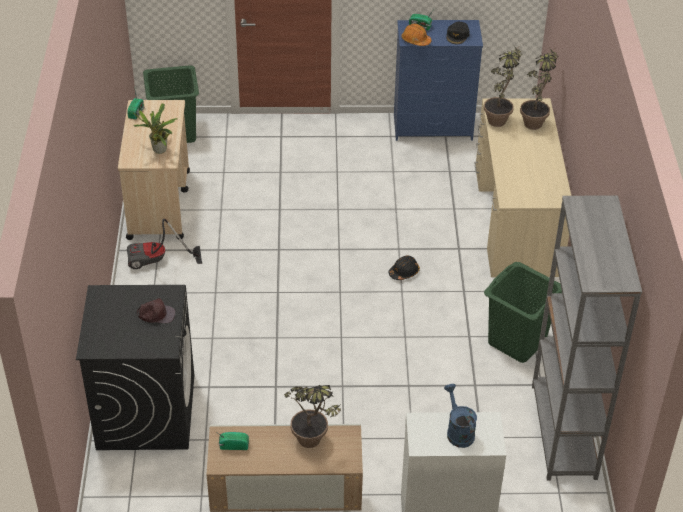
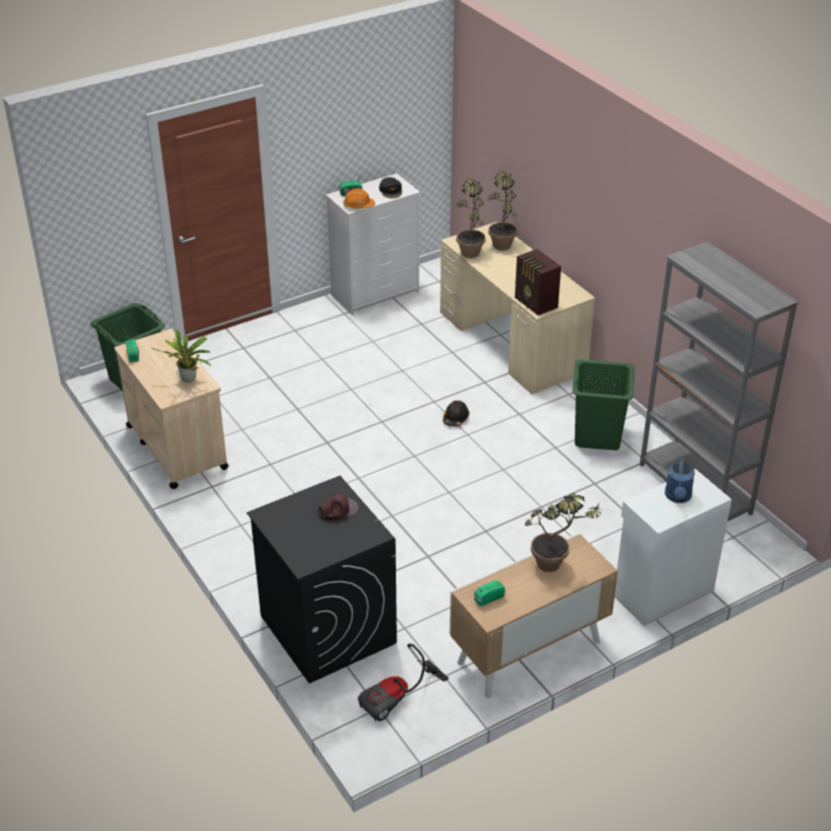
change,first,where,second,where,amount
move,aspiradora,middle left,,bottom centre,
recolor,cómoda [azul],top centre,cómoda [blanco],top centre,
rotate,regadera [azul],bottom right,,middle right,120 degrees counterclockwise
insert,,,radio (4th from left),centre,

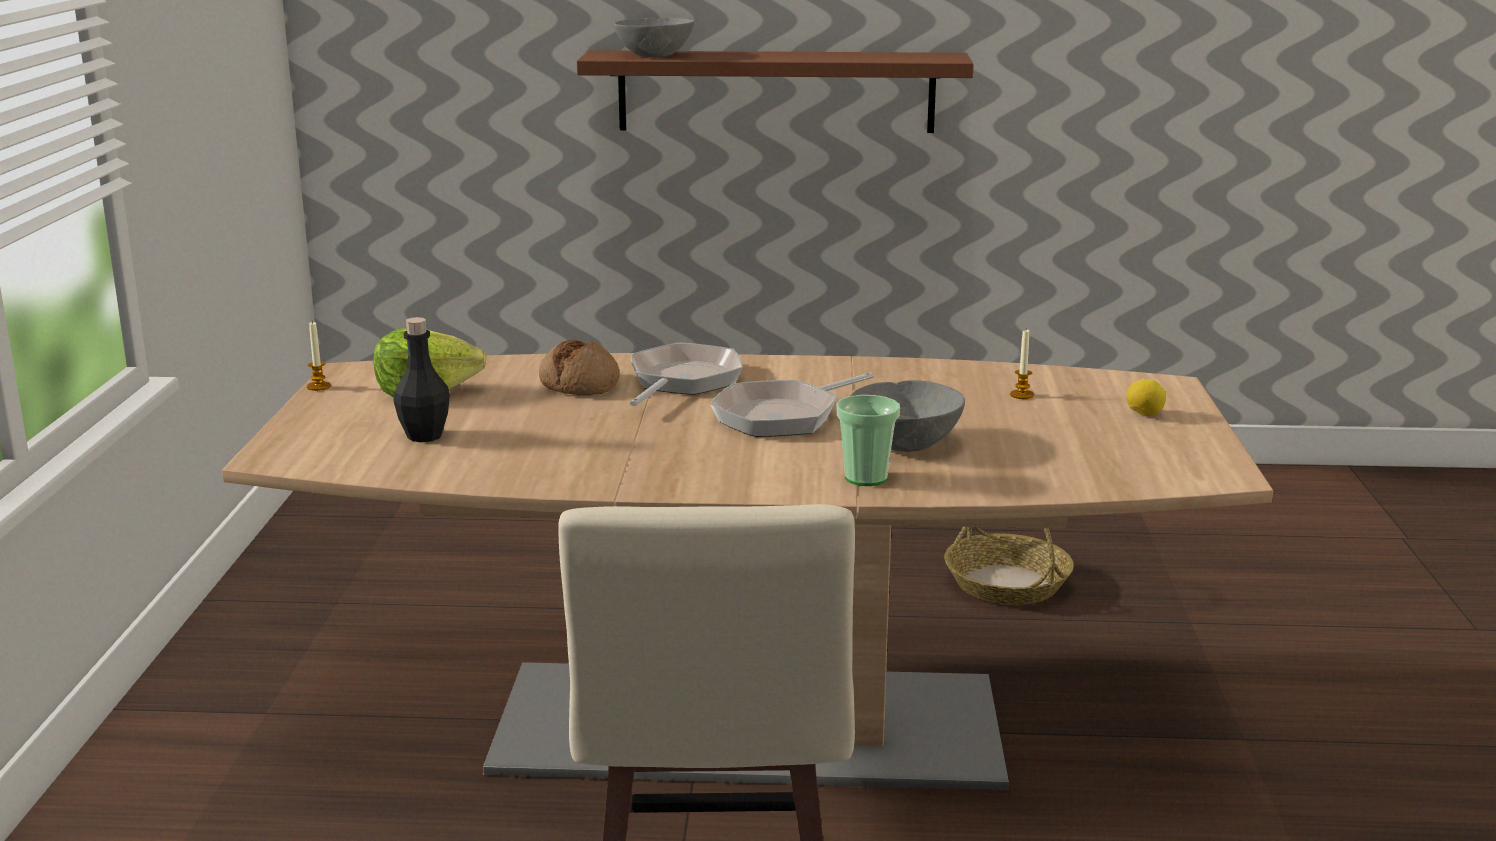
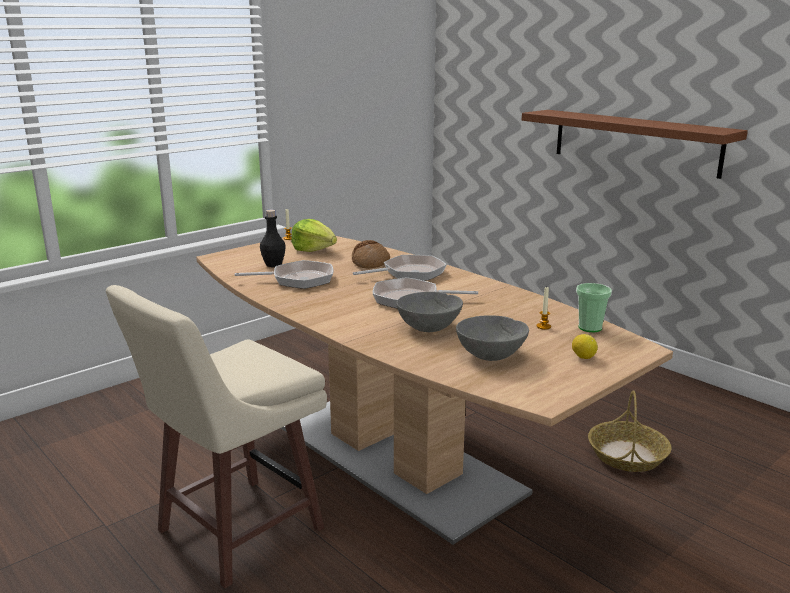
change,first,where,second,where,amount
move,cuenco [gris] (1st from left in the first image),top centre,cuenco [gris] (2nd from left),centre,
move,taza,centre,,middle right,
insert,,,sartén (1st from left),centre,

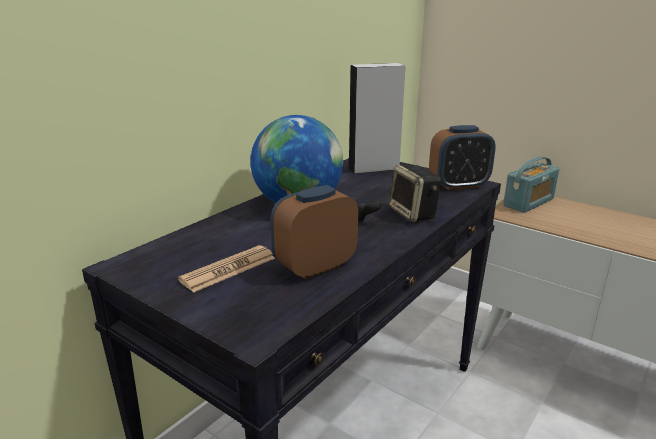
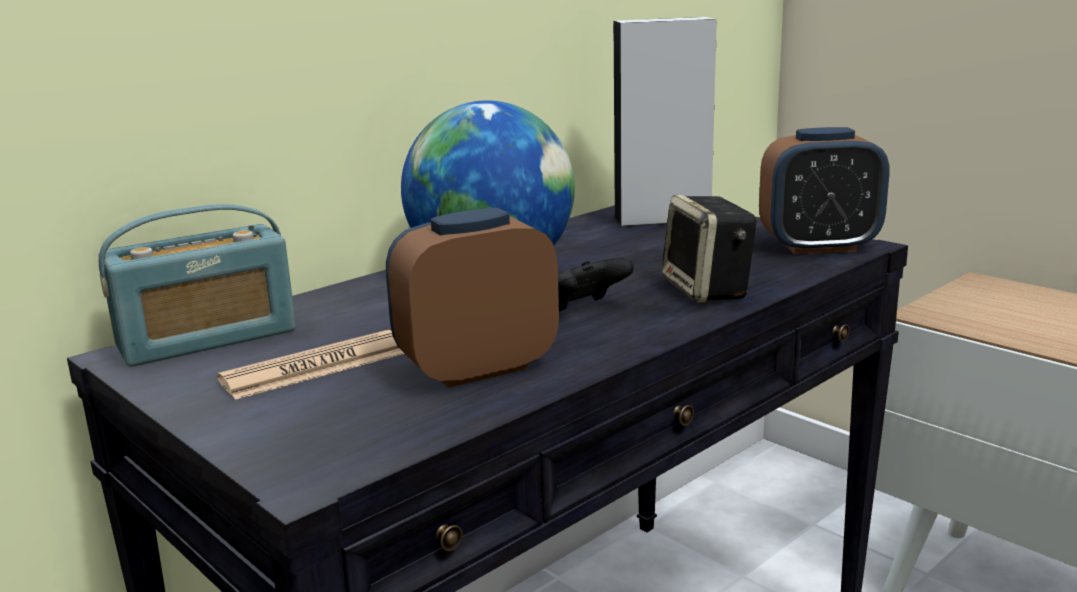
change,first,where,second,where,amount
move,radio,middle right,,middle left,

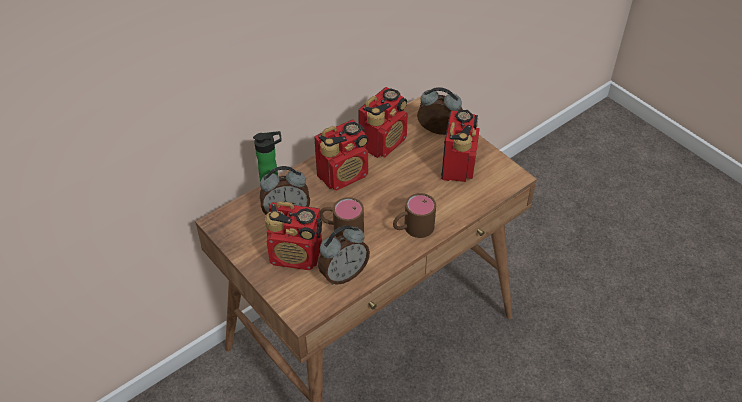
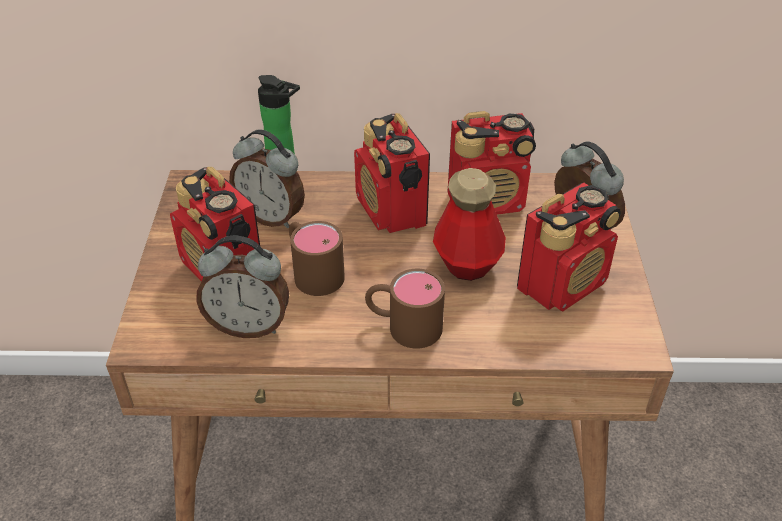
change,first,where,second,where,amount
rotate,radio (2nd from left),centre,,top centre,60 degrees clockwise
insert,,,botella (2nd from left),centre,

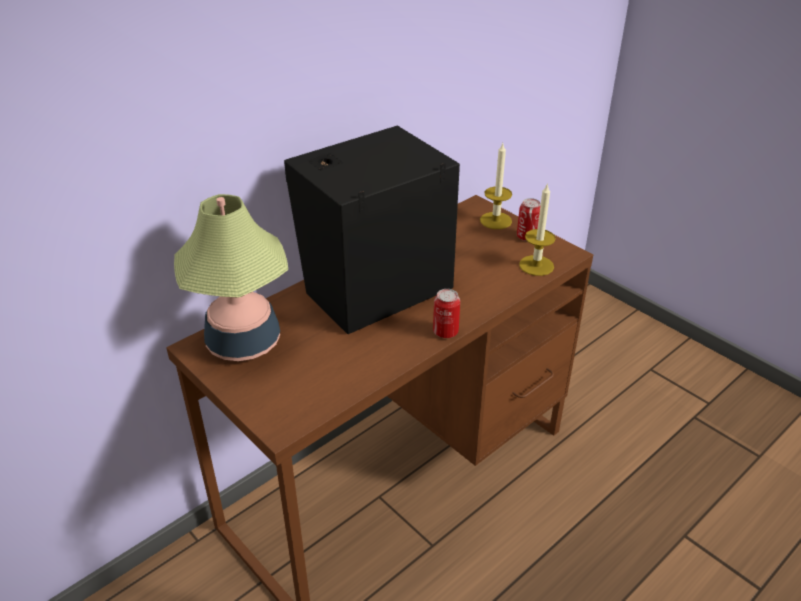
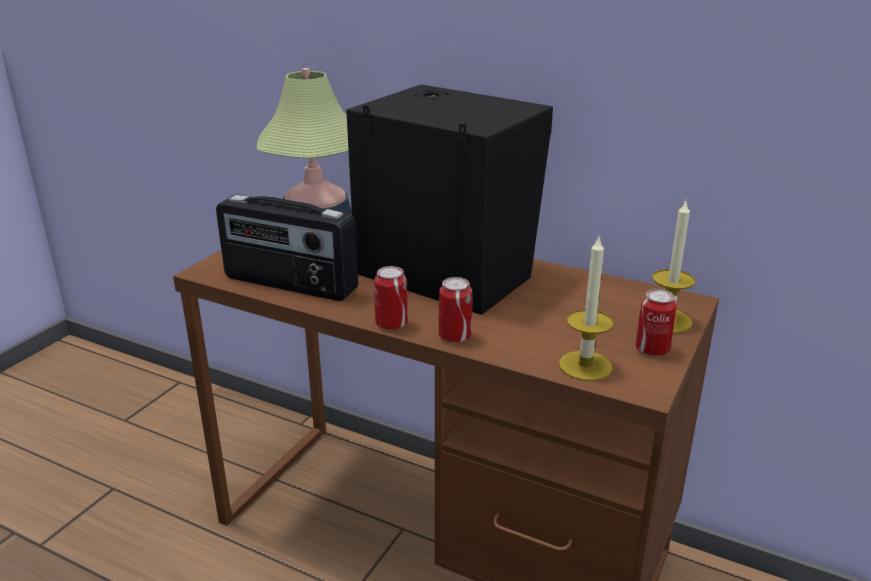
change,first,where,second,where,amount
insert,,,radio,middle left,
insert,,,lata (2nd from left),centre,

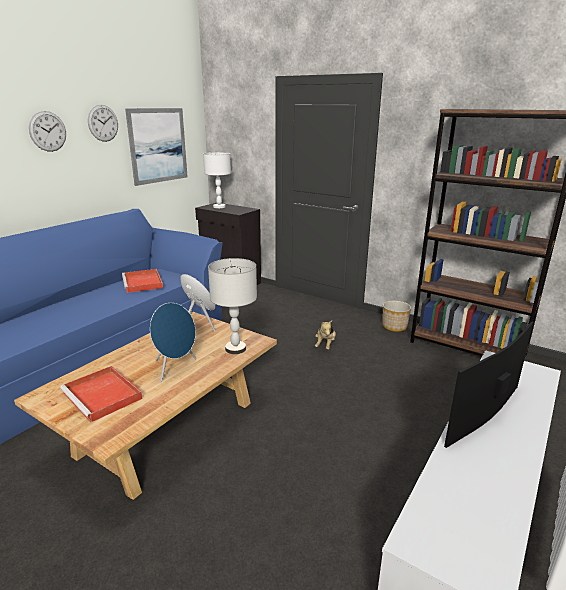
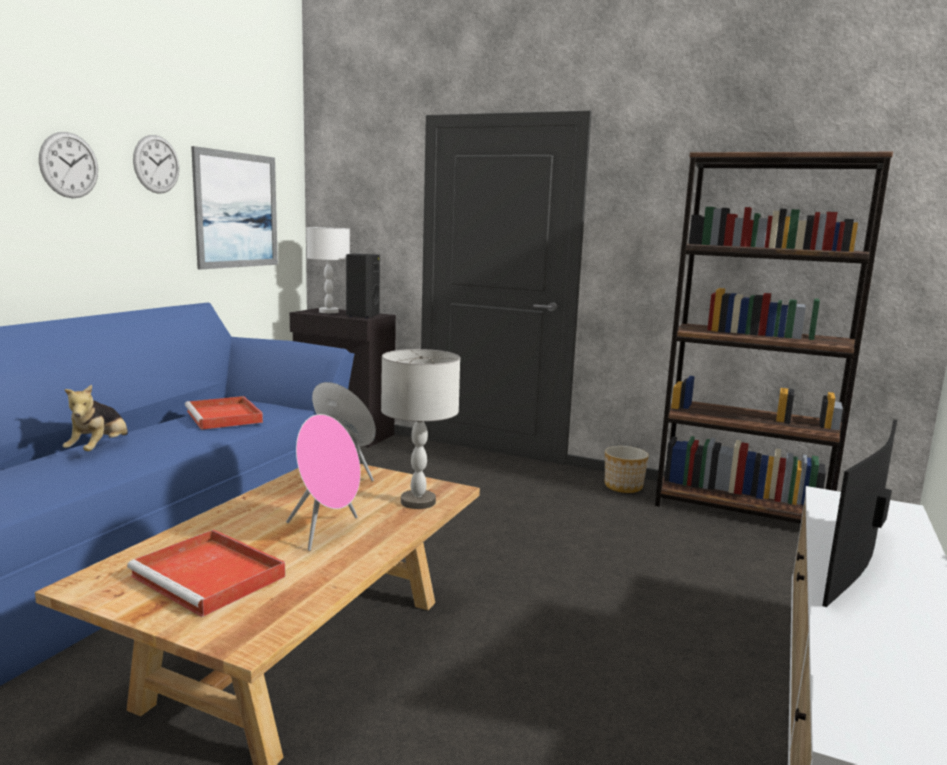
change,first,where,second,where,amount
recolor,altavoz [azul] (1st from left),middle left,altavoz [rosa],centre,
move,peluche,centre,,middle left,
insert,,,altavoz [negro],centre,

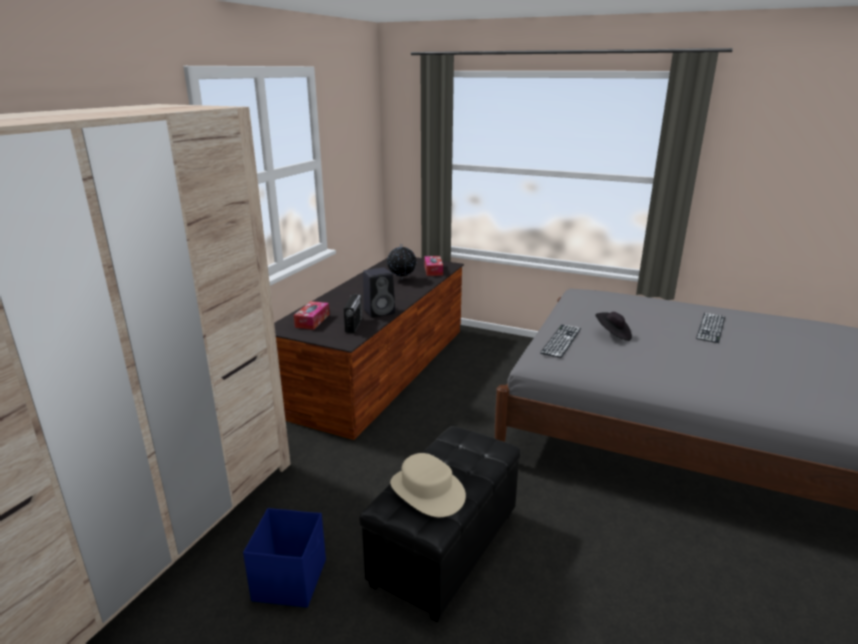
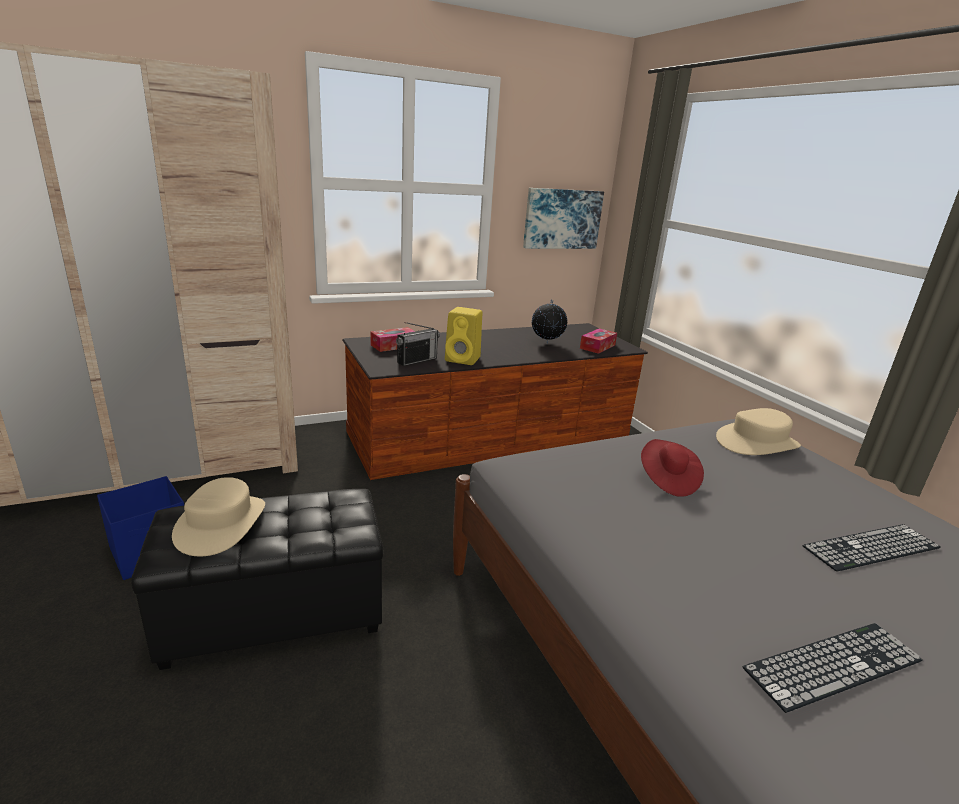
change,first,where,second,where,amount
recolor,altavoz [negro],centre,altavoz [amarillo],centre,
move,teclado (1st from left),centre,,bottom right,
recolor,sombrero [negro],middle right,sombrero [rojo],middle right,
insert,,,cuadro,top centre,
insert,,,sombrero [beis] (2nd from left),middle right,

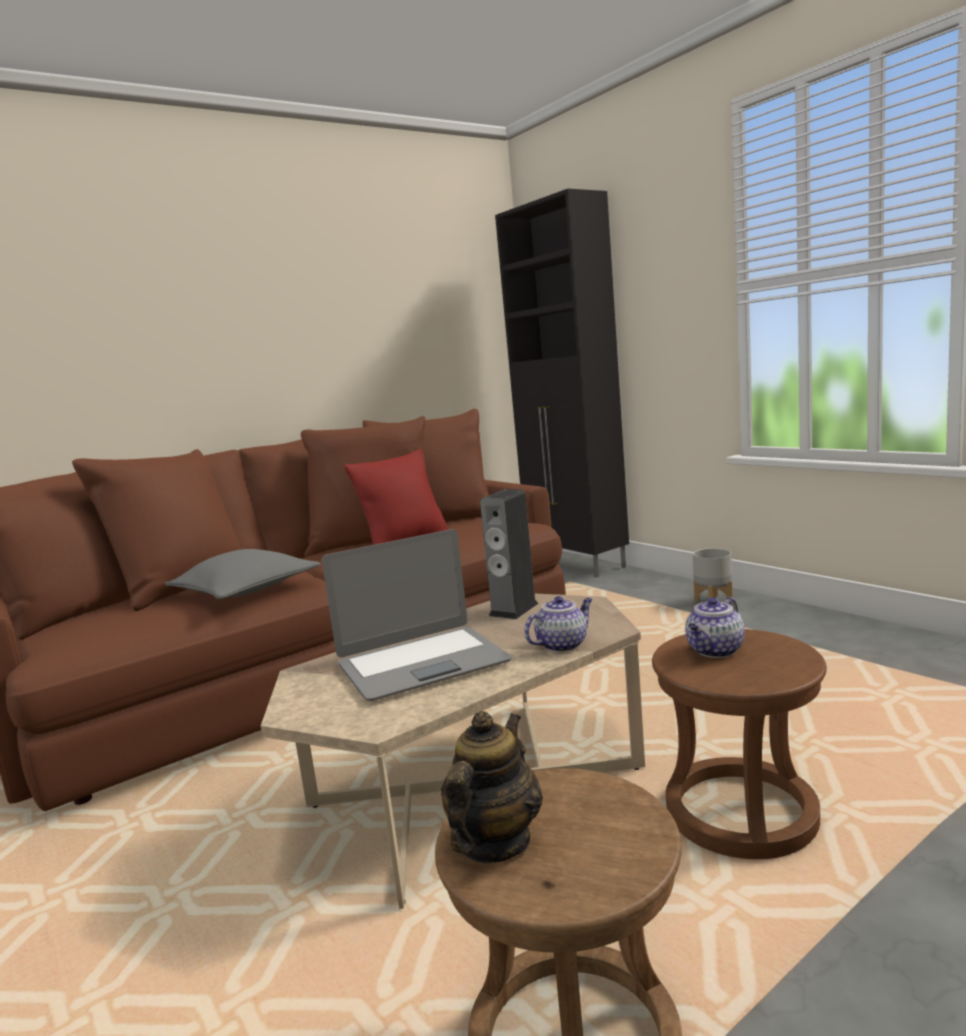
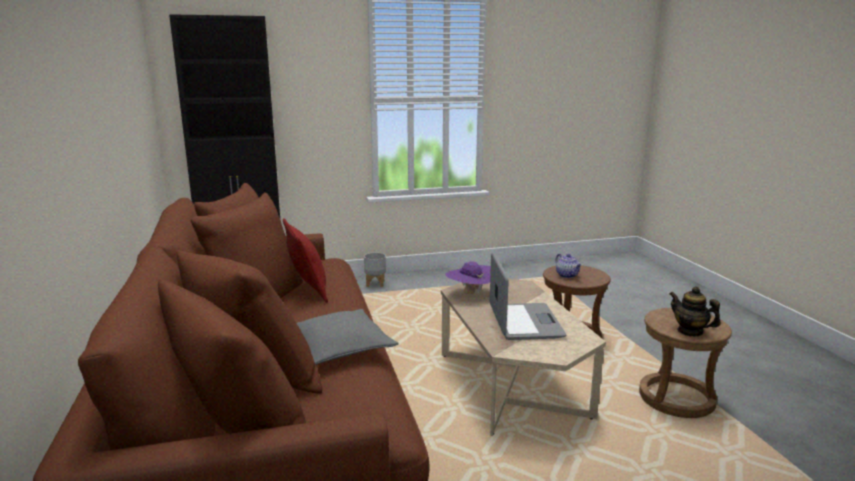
change,first,where,second,where,amount
replace,altavoz,centre,sombrero [morado],centre,
delete,tetera (2nd from left),centre,,,

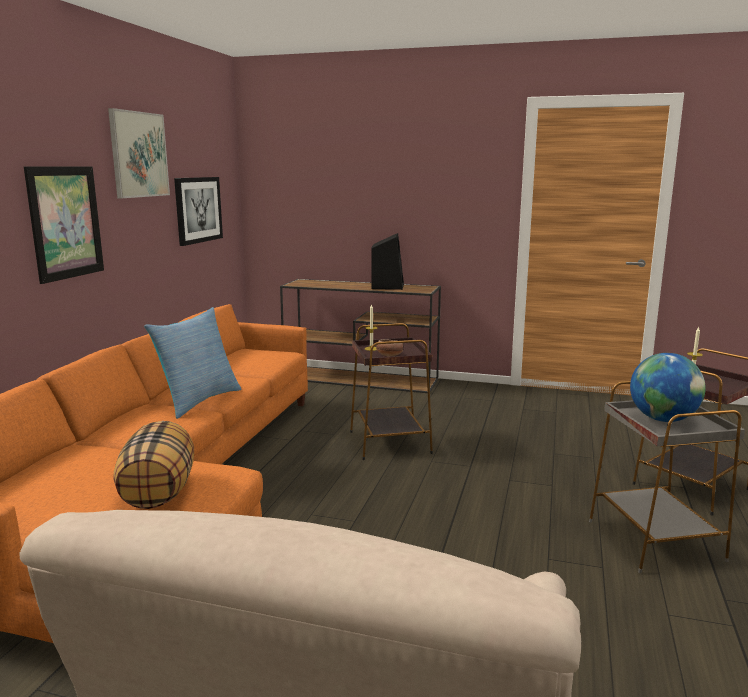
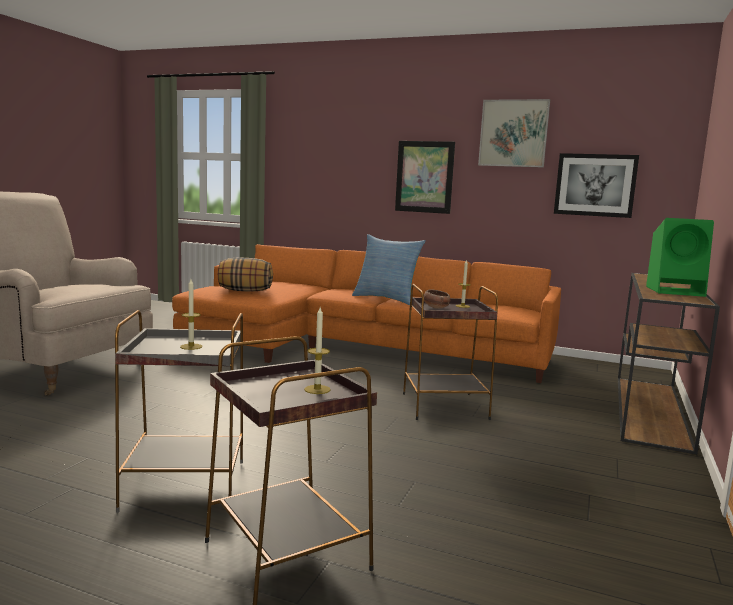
change,first,where,second,where,amount
recolor,altavoz [negro],centre,altavoz [verde],middle right,
replace,globo terráqueo,middle right,vela (1st from left),middle left,

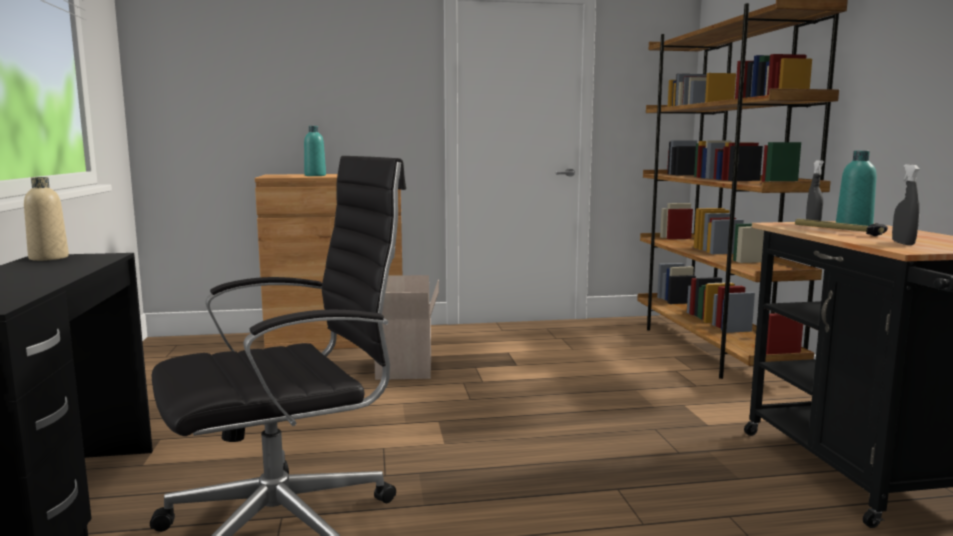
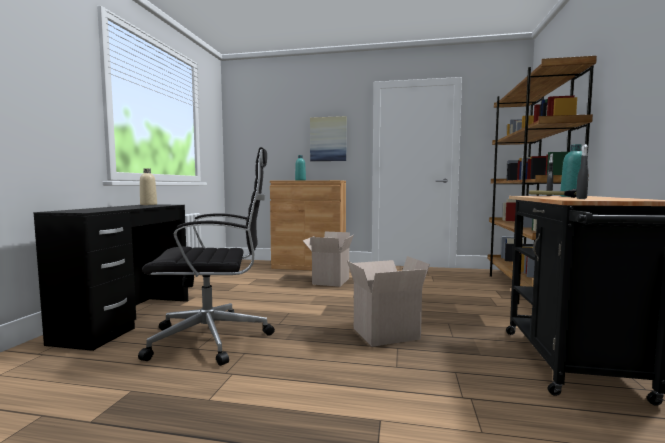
change,first,where,second,where,amount
insert,,,cuadro,top centre,
insert,,,caja de cartón (2nd from left),bottom centre,

